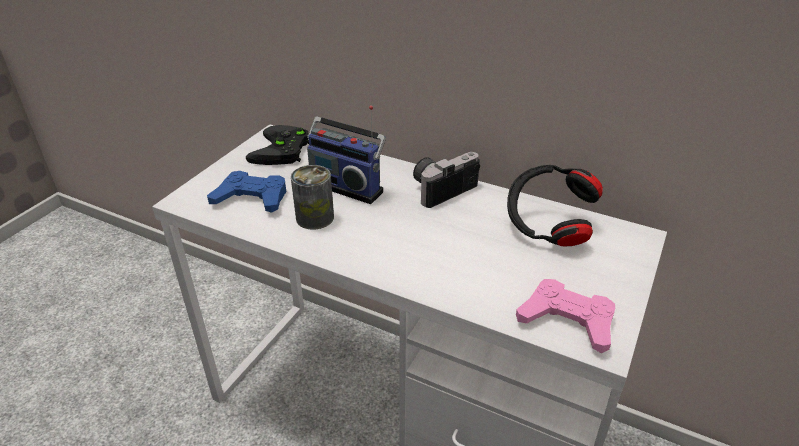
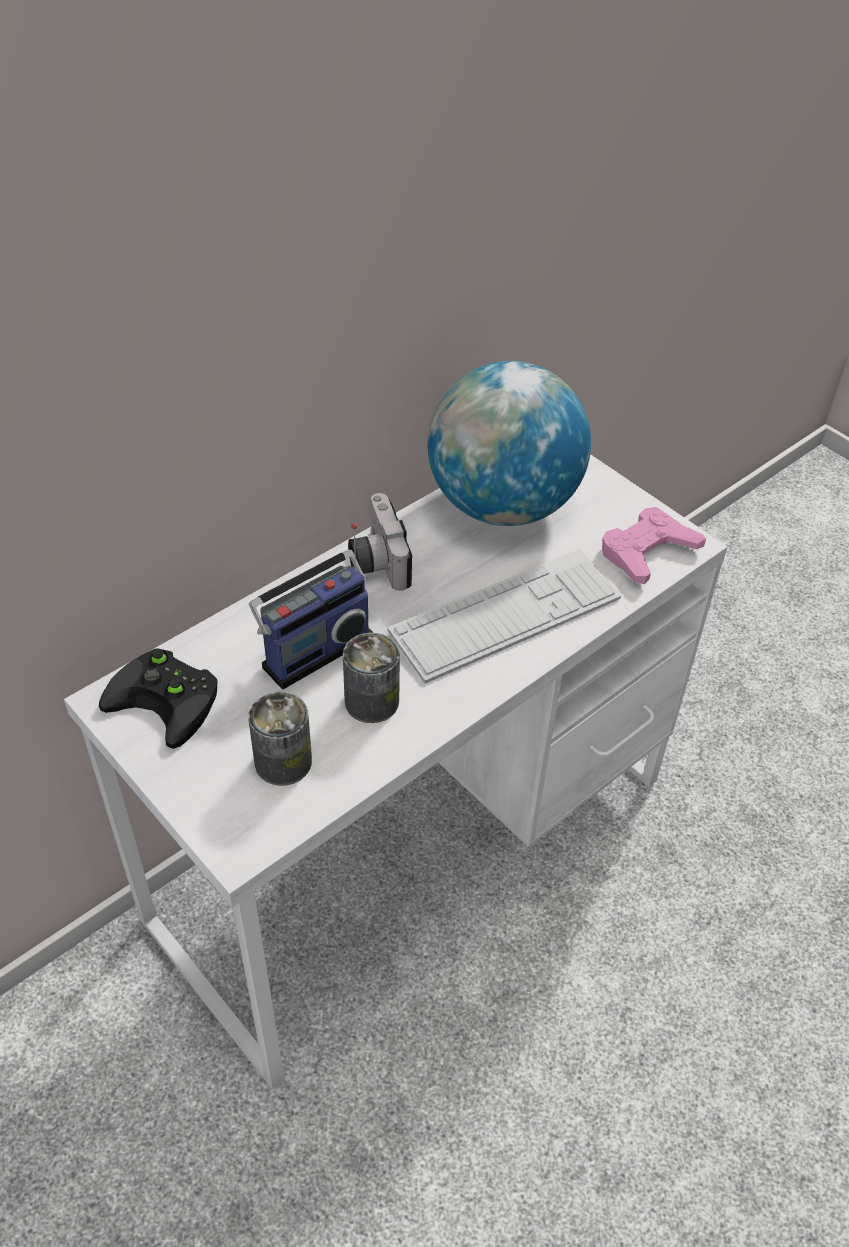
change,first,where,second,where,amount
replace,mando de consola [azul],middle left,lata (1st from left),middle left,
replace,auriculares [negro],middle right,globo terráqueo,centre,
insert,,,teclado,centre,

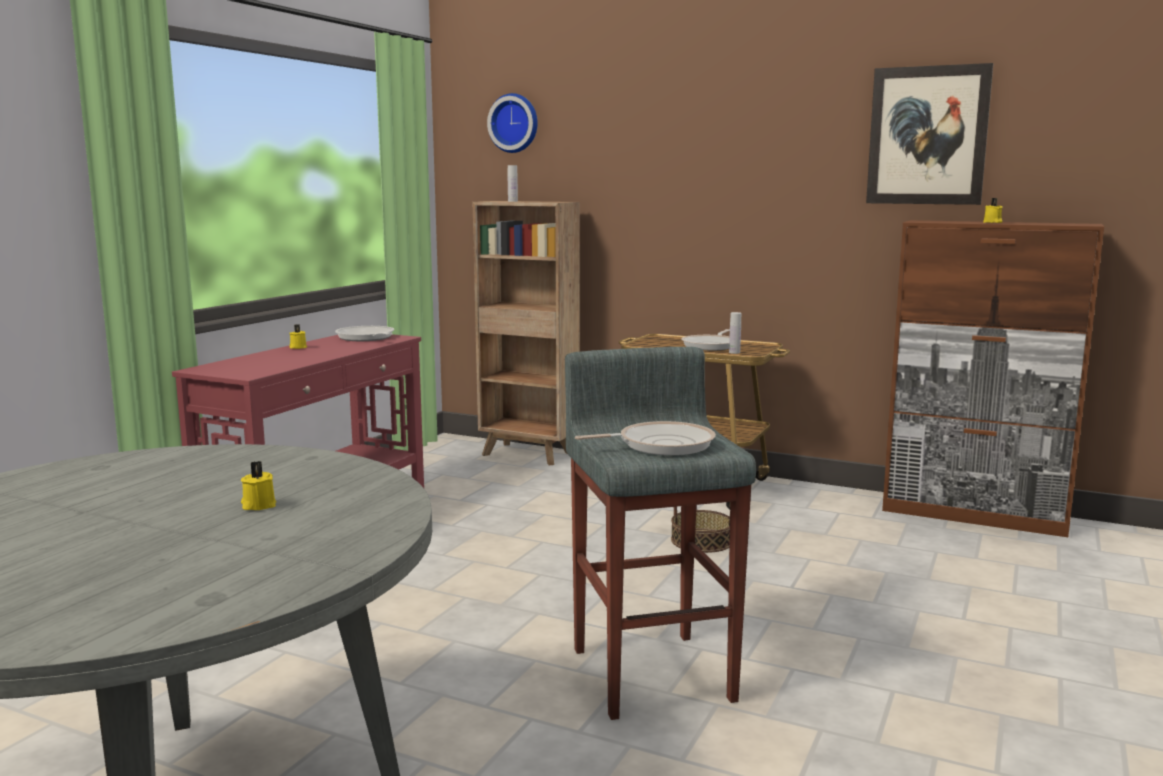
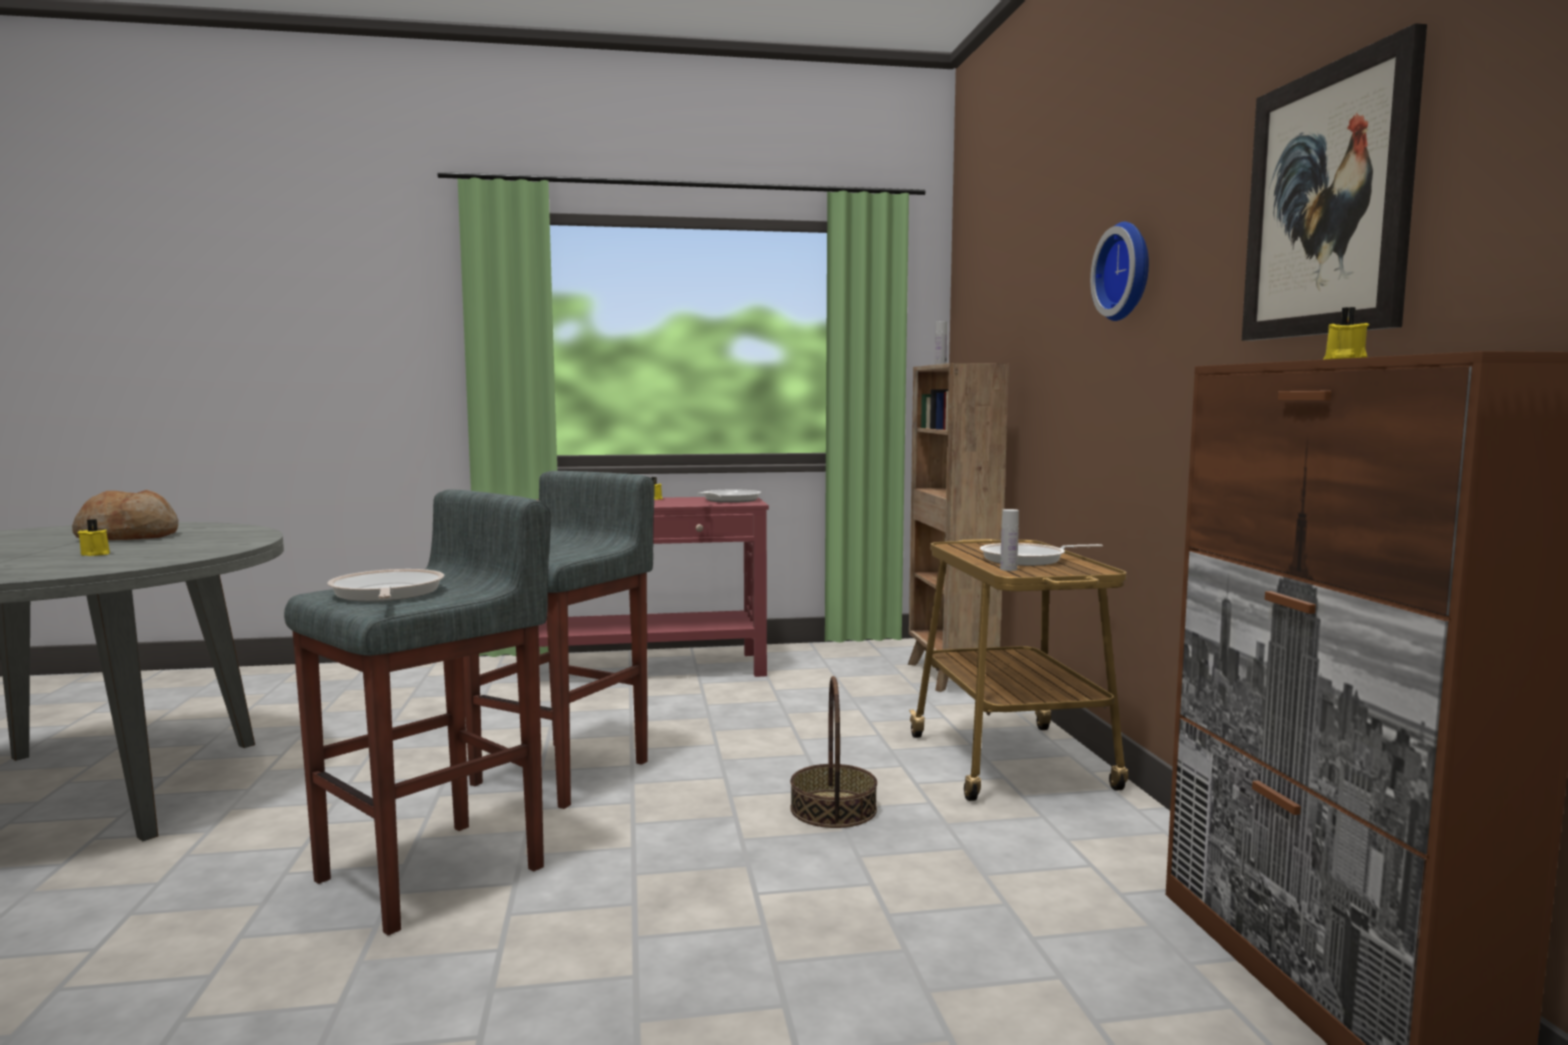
change,first,where,second,where,amount
move,reloj de pared,top centre,,top right,
rotate,sartén (2nd from left in the first image),centre,sartén (1st from left),middle left,150 degrees counterclockwise
insert,,,pan,middle left,
insert,,,taburete [gris] (2nd from left),centre,

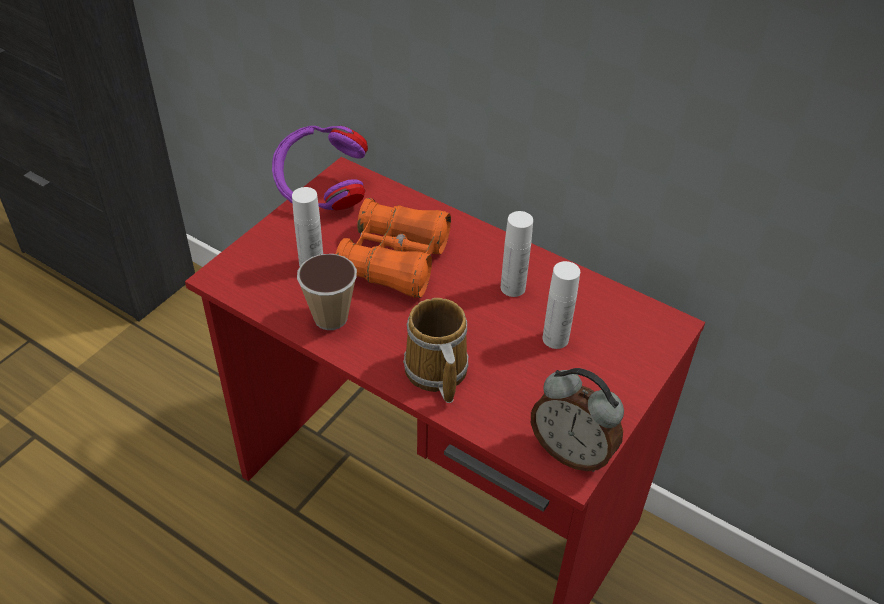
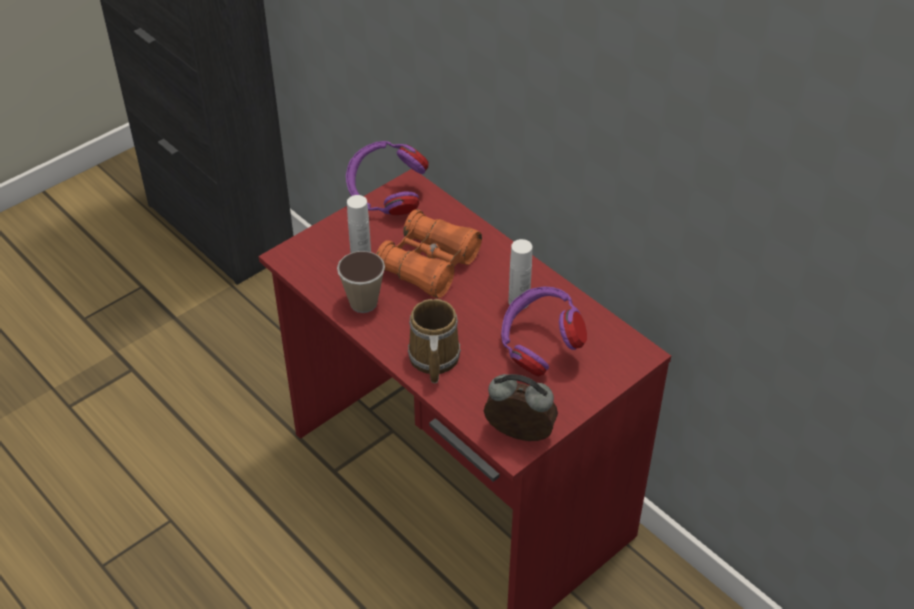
change,first,where,second,where,amount
rotate,despertador,bottom centre,,bottom centre,150 degrees clockwise
replace,botella [blanco] (3rd from left),centre,auriculares [morado] (2nd from left),centre,

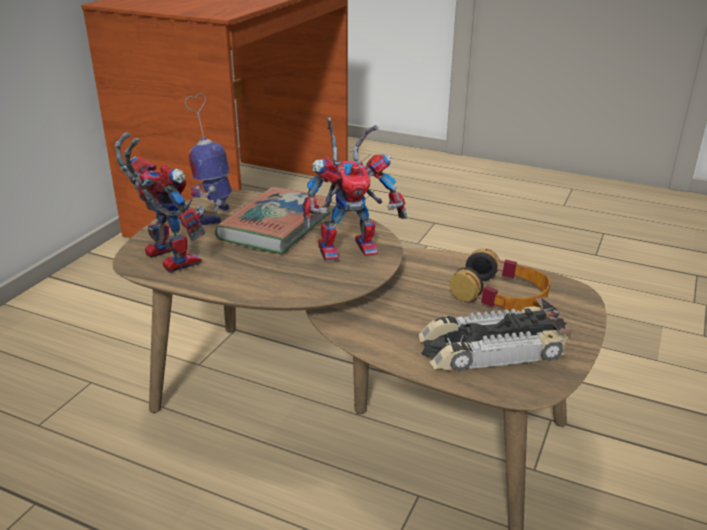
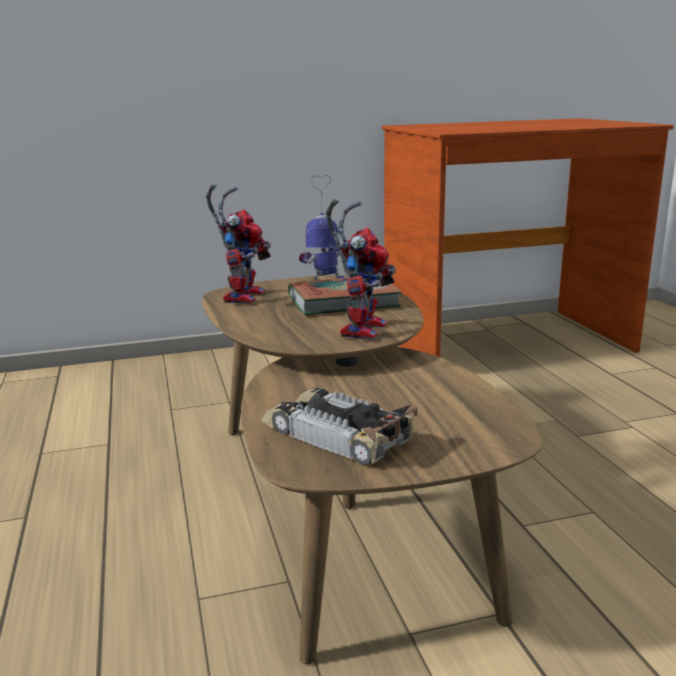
change,first,where,second,where,amount
rotate,robot de juguete (3rd from left),centre,,centre,105 degrees counterclockwise
delete,auriculares,middle right,,,

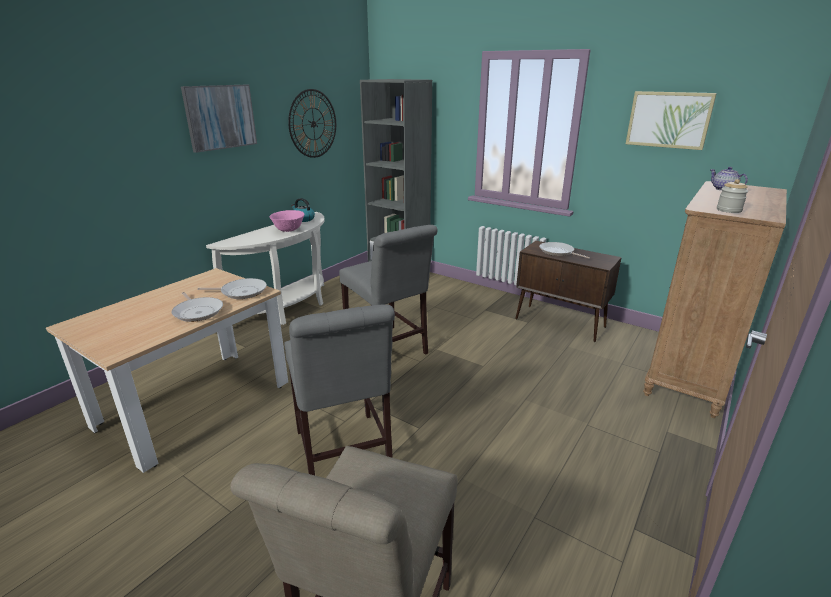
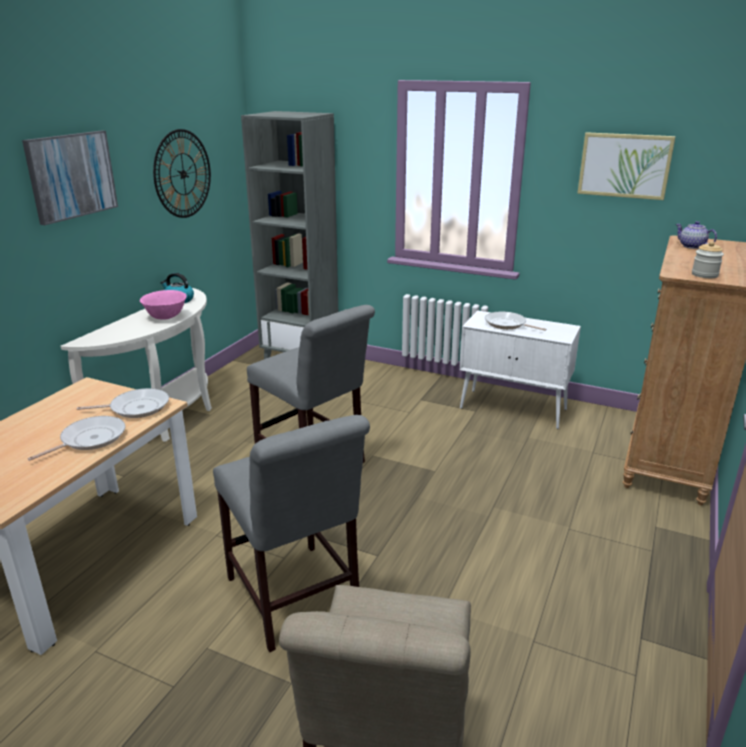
change,first,where,second,where,amount
rotate,sartén (1st from left),middle left,,middle left,90 degrees counterclockwise
recolor,armario [marrón],middle right,armario [blanco],middle right,

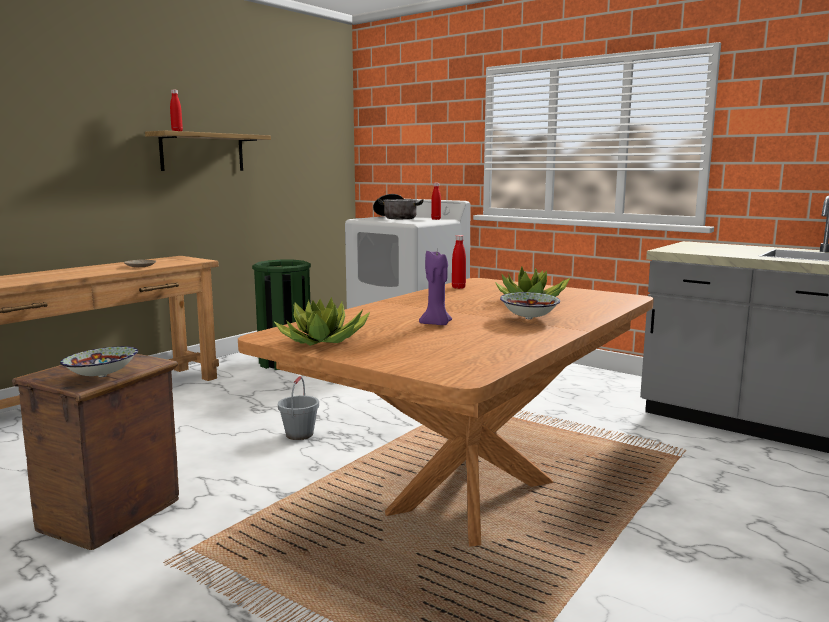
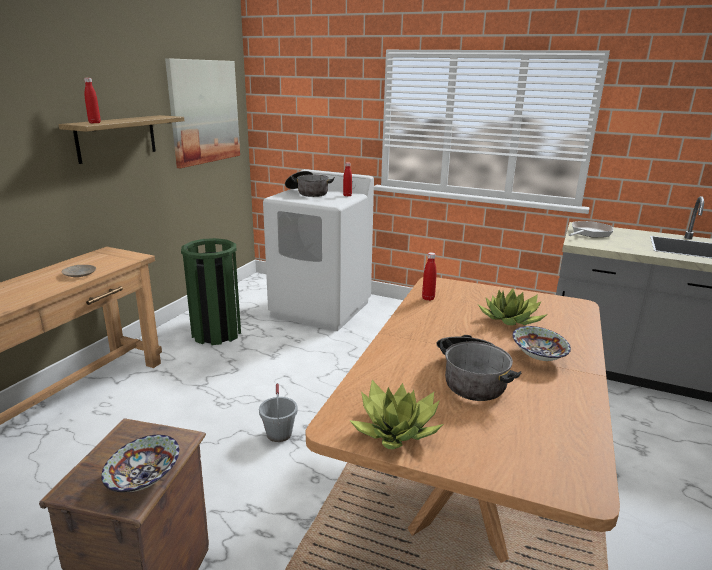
change,first,where,second,where,amount
replace,vela [morado],centre,olla (2nd from left),middle right,
insert,,,cuadro,top left,
insert,,,sartén,middle right,

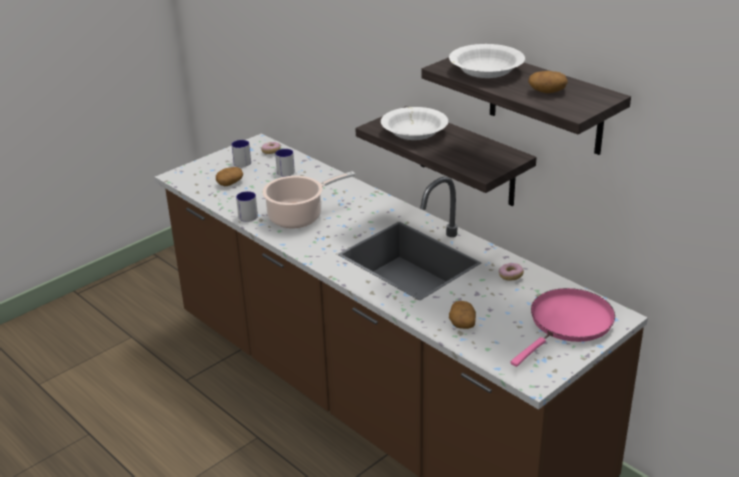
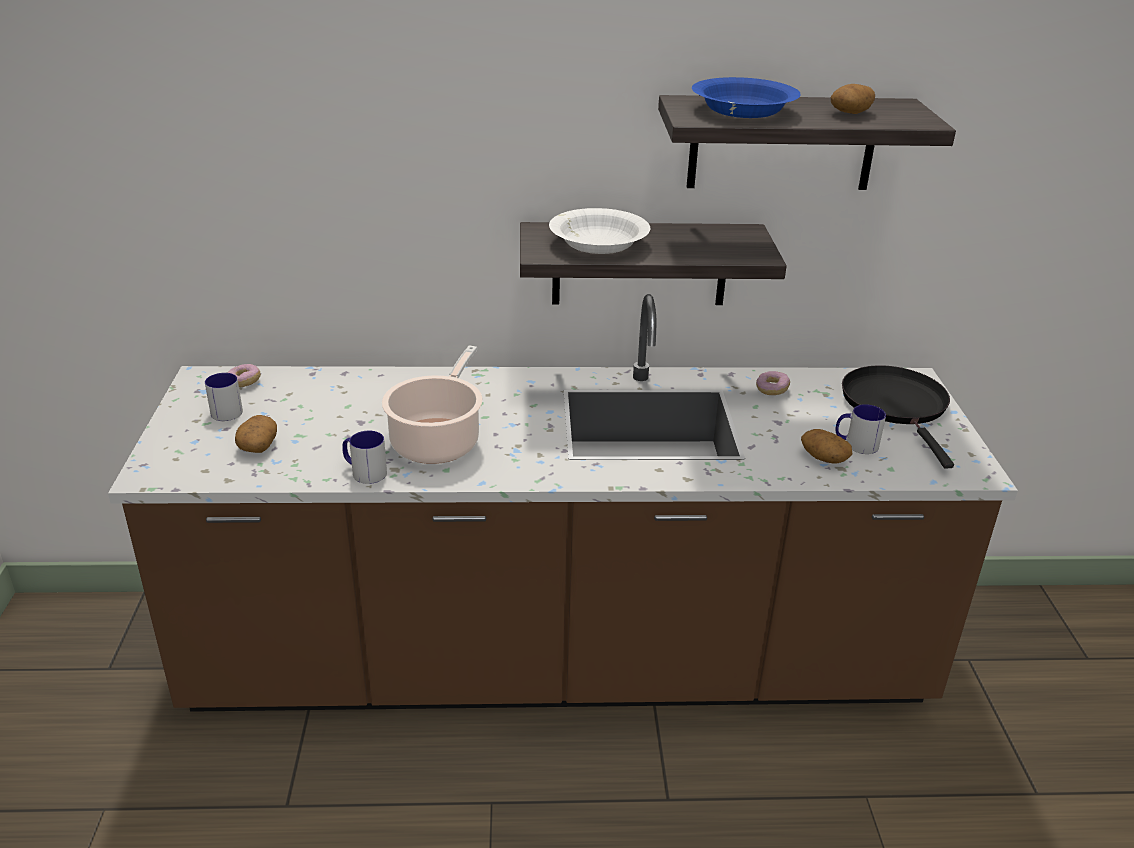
change,first,where,second,where,amount
move,taza grande (3rd from left),centre,,middle right,
recolor,cuenco [blanco] (2nd from left),top centre,cuenco [azul],top centre,
recolor,sartén [rosa],bottom right,sartén [negro],middle right,

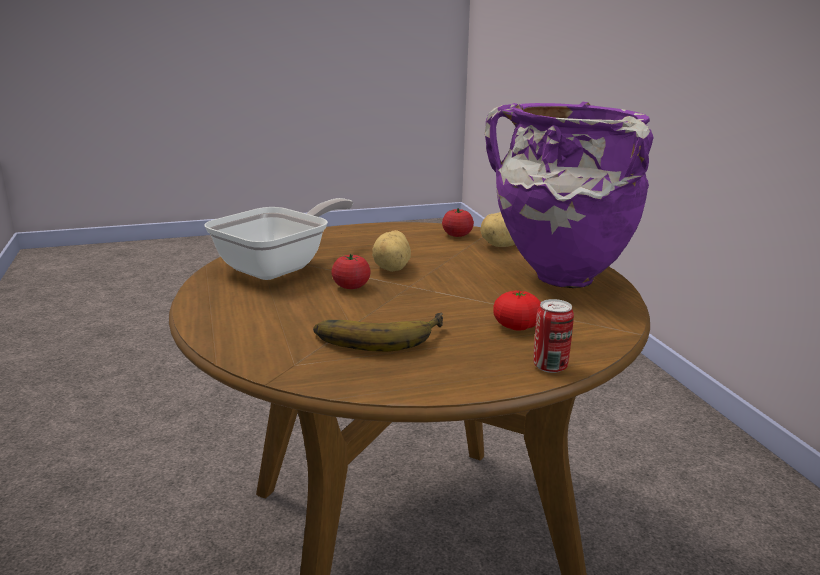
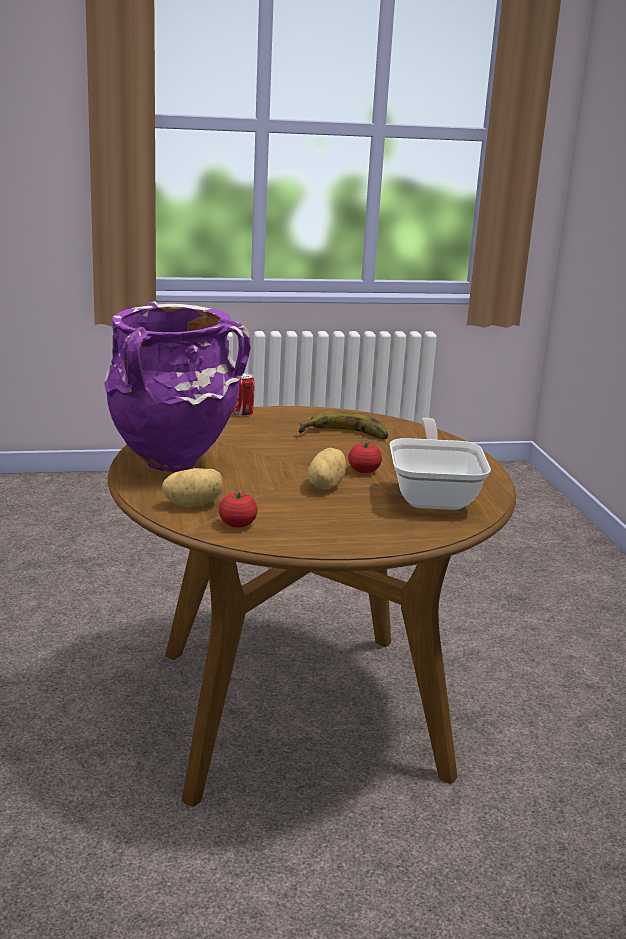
change,first,where,second,where,amount
rotate,sartén,centre,,middle right,135 degrees clockwise
delete,tomate (3rd from left),centre,,,

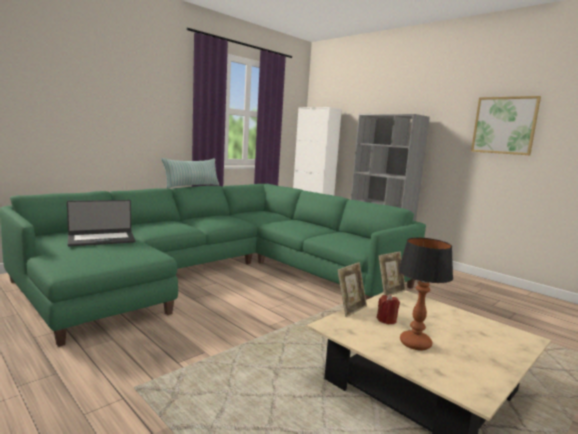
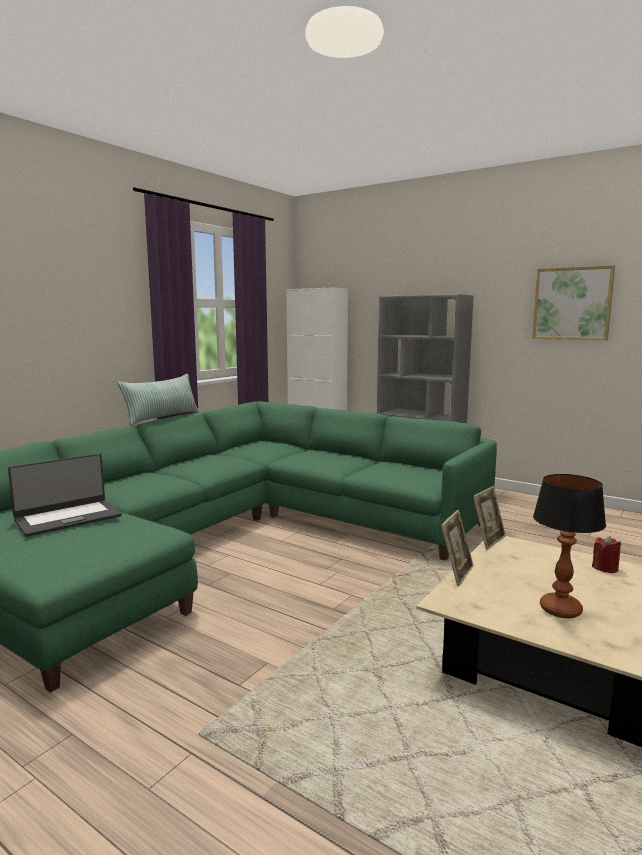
change,first,where,second,where,amount
move,vela [rojo],bottom right,,middle right,

